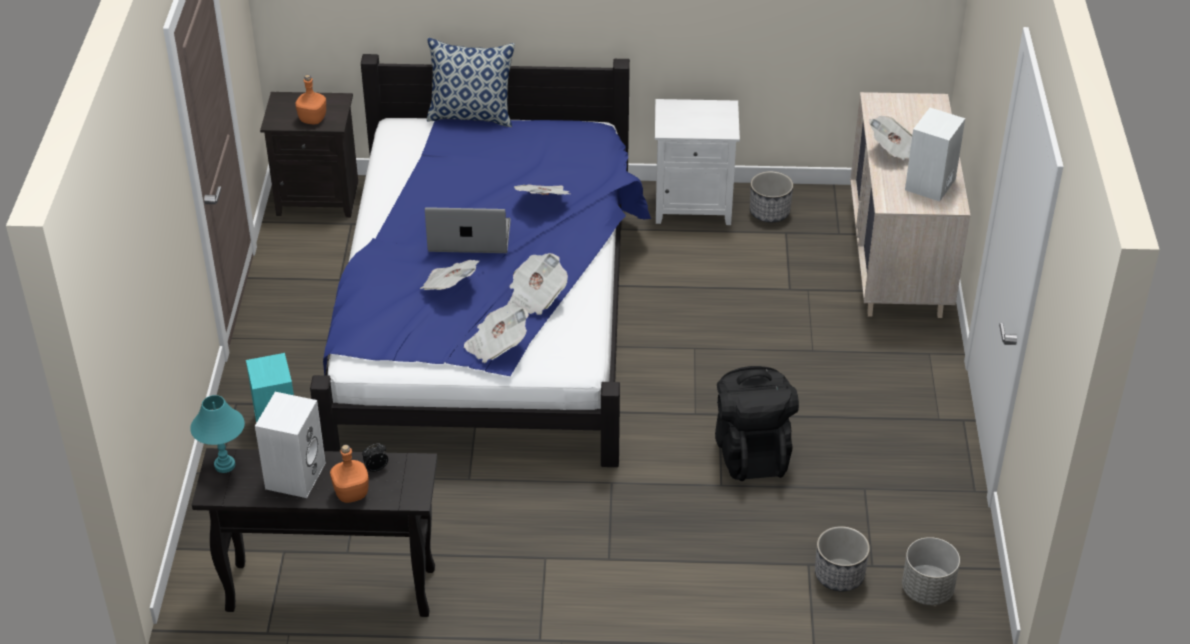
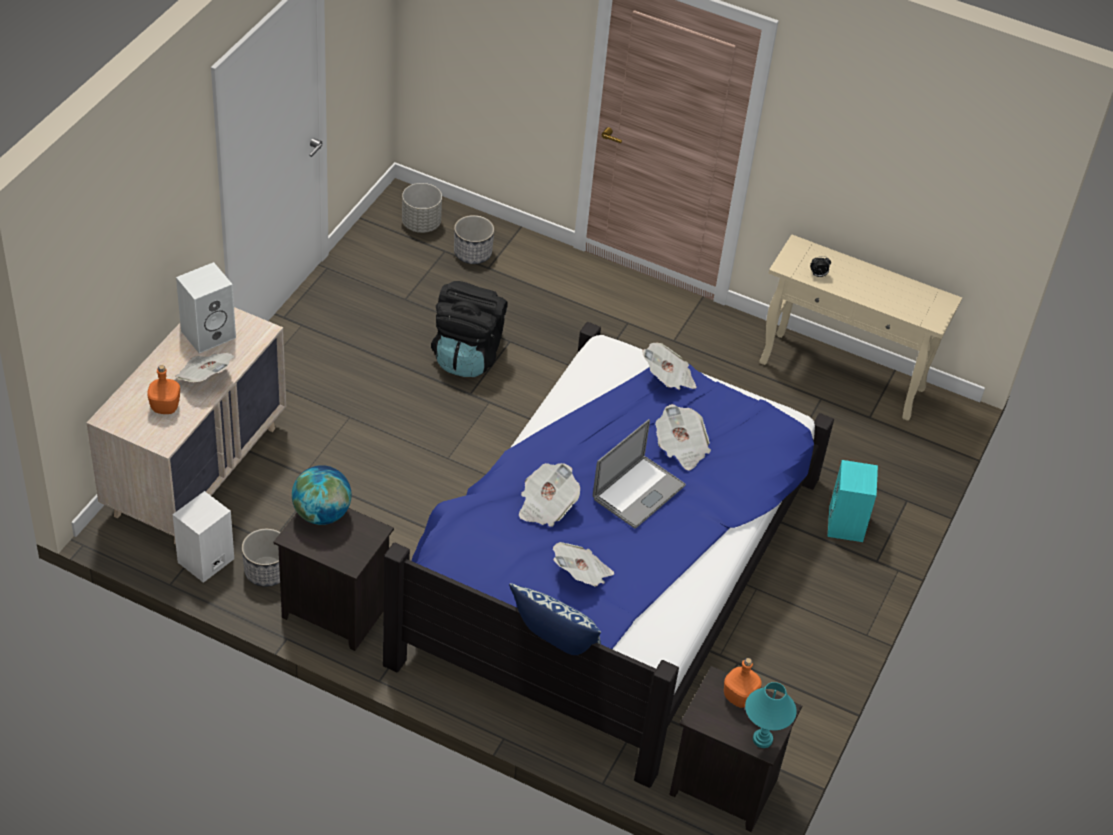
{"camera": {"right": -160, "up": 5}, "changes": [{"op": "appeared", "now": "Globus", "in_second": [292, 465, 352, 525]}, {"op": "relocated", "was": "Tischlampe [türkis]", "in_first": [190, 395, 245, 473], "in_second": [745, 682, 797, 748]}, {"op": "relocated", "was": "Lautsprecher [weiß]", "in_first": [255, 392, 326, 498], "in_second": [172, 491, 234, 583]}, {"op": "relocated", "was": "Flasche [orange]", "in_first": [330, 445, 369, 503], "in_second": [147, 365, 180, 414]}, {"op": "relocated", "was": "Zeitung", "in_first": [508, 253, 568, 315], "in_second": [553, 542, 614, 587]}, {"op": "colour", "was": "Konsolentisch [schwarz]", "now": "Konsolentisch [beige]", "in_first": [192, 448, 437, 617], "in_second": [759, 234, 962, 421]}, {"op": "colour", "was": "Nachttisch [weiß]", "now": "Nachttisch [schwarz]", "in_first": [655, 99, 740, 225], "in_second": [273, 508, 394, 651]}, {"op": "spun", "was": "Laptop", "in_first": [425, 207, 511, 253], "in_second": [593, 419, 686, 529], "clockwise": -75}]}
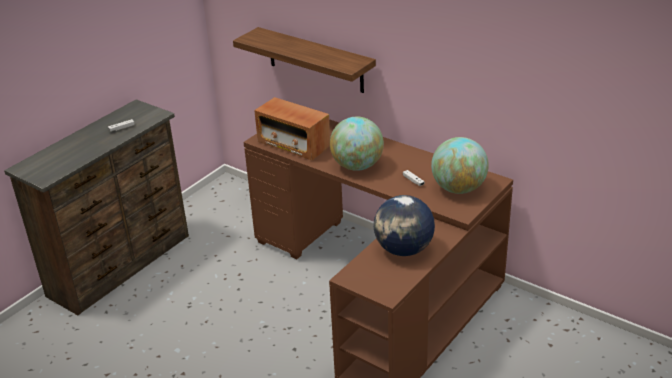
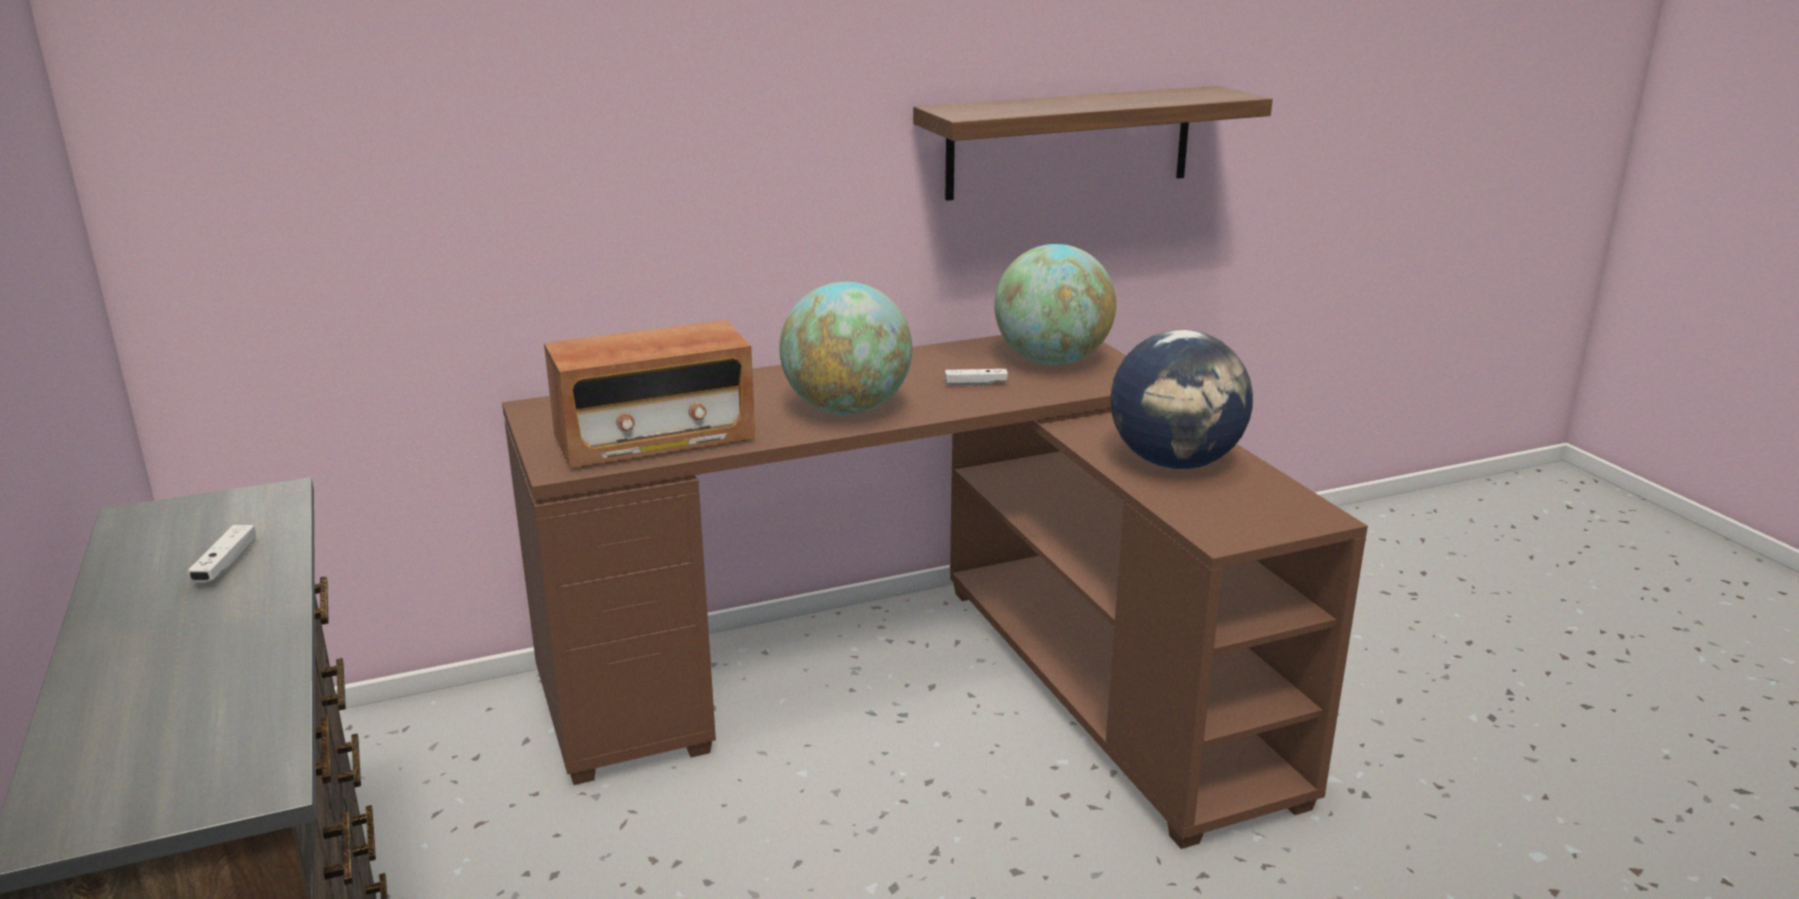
{"camera": {"right": -60, "up": -10}, "changes": [{"op": "relocated", "was": "Wandregal", "in_first": [233, 27, 376, 93], "in_second": [913, 86, 1273, 201]}]}
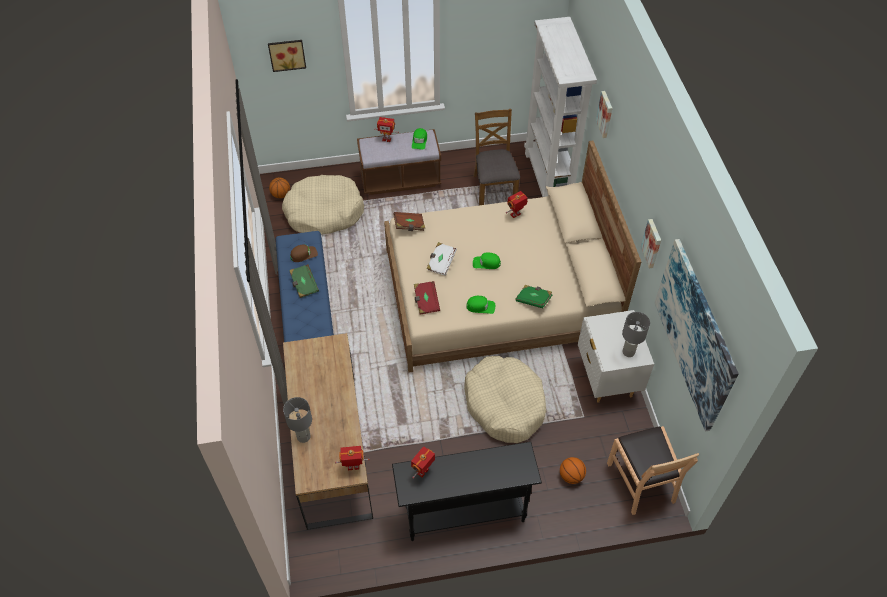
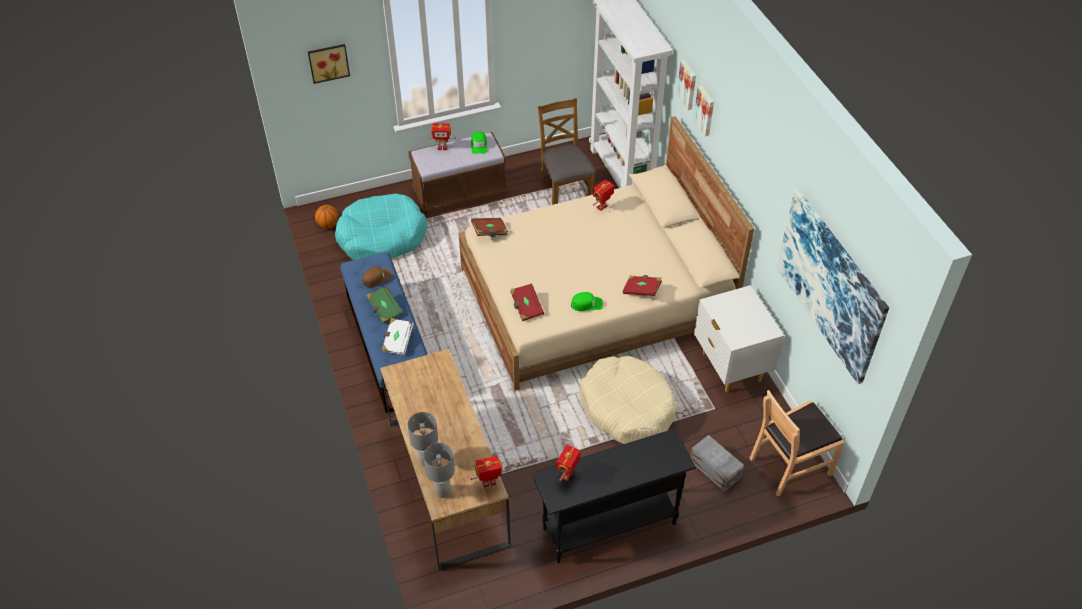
{"camera": {"right": -10, "up": -5}, "changes": [{"op": "missing", "was": "Kappe [grün]", "in_first": [473, 253, 501, 269]}, {"op": "relocated", "was": "Buch [weiß]", "in_first": [426, 242, 457, 276], "in_second": [382, 318, 414, 355]}, {"op": "relocated", "was": "Tischlampe [grau]", "in_first": [622, 312, 650, 357], "in_second": [424, 443, 455, 498]}, {"op": "relocated", "was": "Bild", "in_first": [640, 219, 661, 268], "in_second": [693, 85, 714, 137]}, {"op": "exchanged", "was": "Basketball", "now": "Aufbewahrungsbox [grau]", "in_first": [560, 457, 586, 484], "in_second": [691, 435, 744, 492]}, {"op": "colour", "was": "Hundebett [beige]", "now": "Hundebett [türkis]", "in_first": [282, 175, 364, 235], "in_second": [335, 194, 427, 260]}, {"op": "colour", "was": "Buch [grün]", "now": "Buch [rot]", "in_first": [515, 285, 553, 308], "in_second": [623, 275, 662, 296]}, {"op": "spun", "was": "Stuhl [braun]", "in_first": [607, 426, 699, 515], "in_second": [749, 390, 845, 497], "clockwise": 90}]}
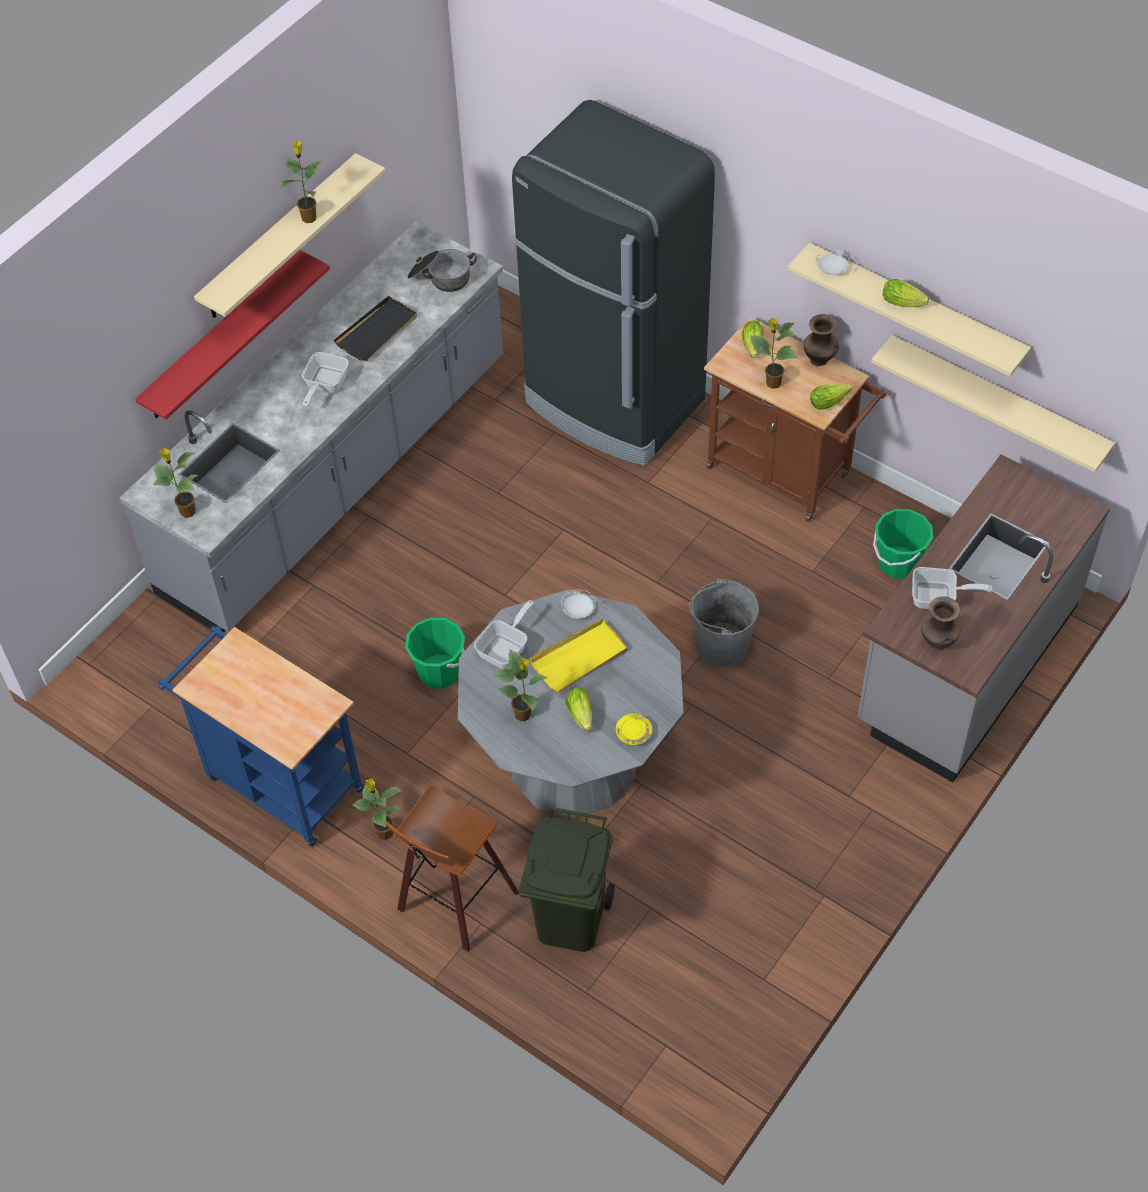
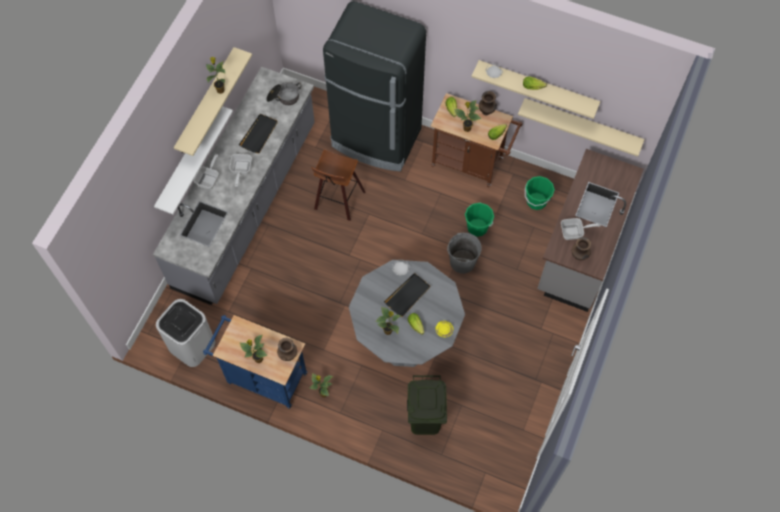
{"camera": {"right": -15, "up": 10}, "changes": [{"op": "appeared", "now": "Mülleimer [weiß]", "in_second": [156, 299, 216, 367]}, {"op": "appeared", "now": "Vase [braun]", "in_second": [277, 338, 297, 361]}, {"op": "relocated", "was": "Topfpflanze", "in_first": [153, 448, 199, 518], "in_second": [240, 335, 268, 363]}, {"op": "relocated", "was": "Hocker", "in_first": [384, 785, 519, 952], "in_second": [312, 150, 365, 221]}, {"op": "relocated", "was": "Eimer [grün]", "in_first": [405, 618, 465, 689], "in_second": [465, 203, 494, 237]}, {"op": "relocated", "was": "Pfanne", "in_first": [474, 600, 534, 668], "in_second": [194, 154, 218, 190]}, {"op": "colour", "was": "Wandregal [rot]", "now": "Wandregal [weiß]", "in_first": [135, 250, 330, 420], "in_second": [154, 106, 233, 215]}, {"op": "colour", "was": "Tablett [gelb]", "now": "Tablett [schwarz]", "in_first": [529, 619, 628, 693], "in_second": [384, 273, 430, 317]}]}
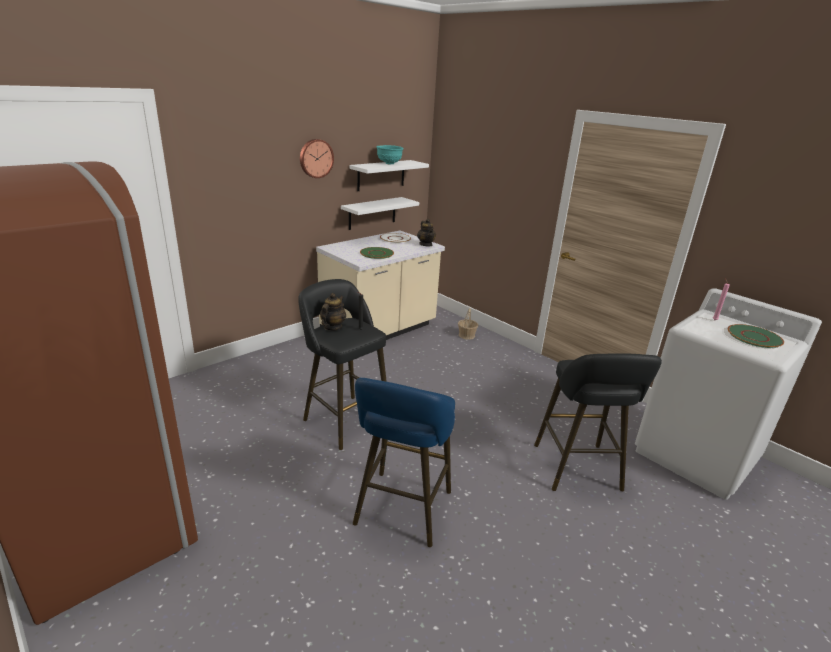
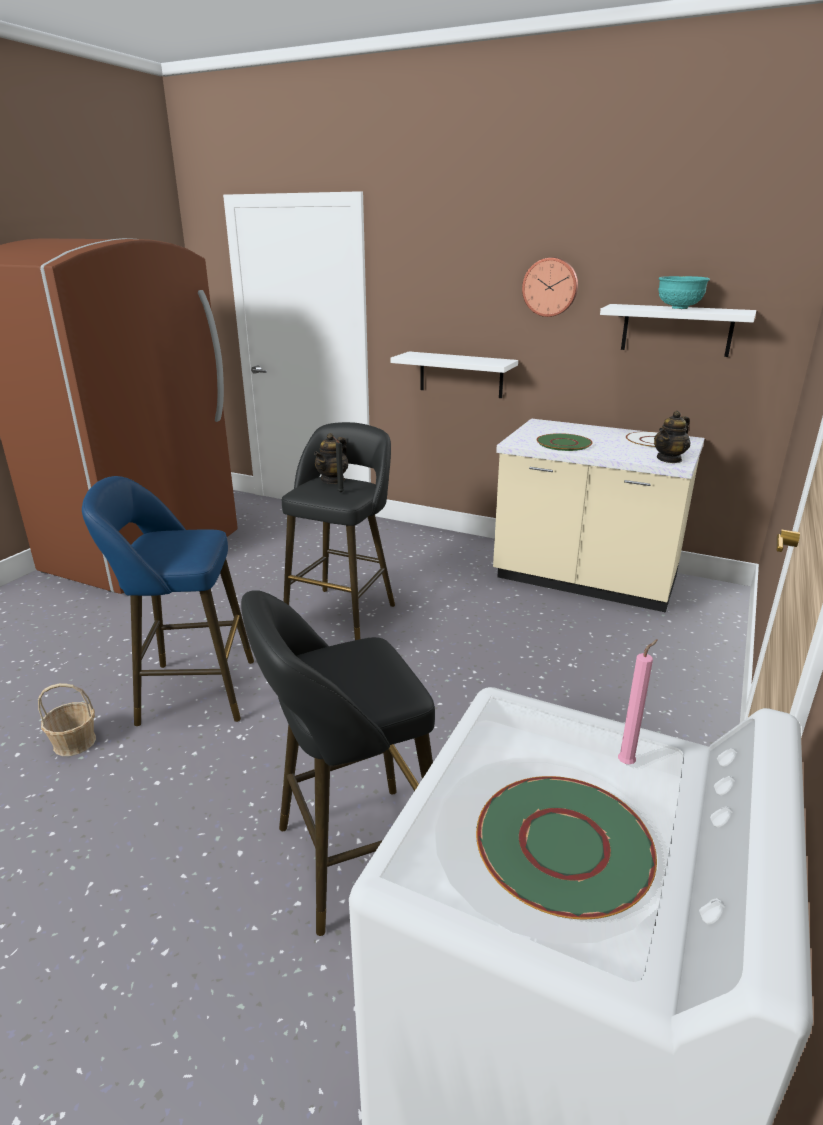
{"camera": {"right": 70, "up": 0}, "changes": [{"op": "relocated", "was": "Wandregal [weiß]", "in_first": [341, 197, 419, 230], "in_second": [390, 351, 518, 398]}, {"op": "relocated", "was": "Korb", "in_first": [458, 308, 478, 340], "in_second": [38, 683, 96, 756]}, {"op": "spun", "was": "Teekanne", "in_first": [320, 293, 346, 331], "in_second": [314, 433, 348, 484], "clockwise": 120}]}
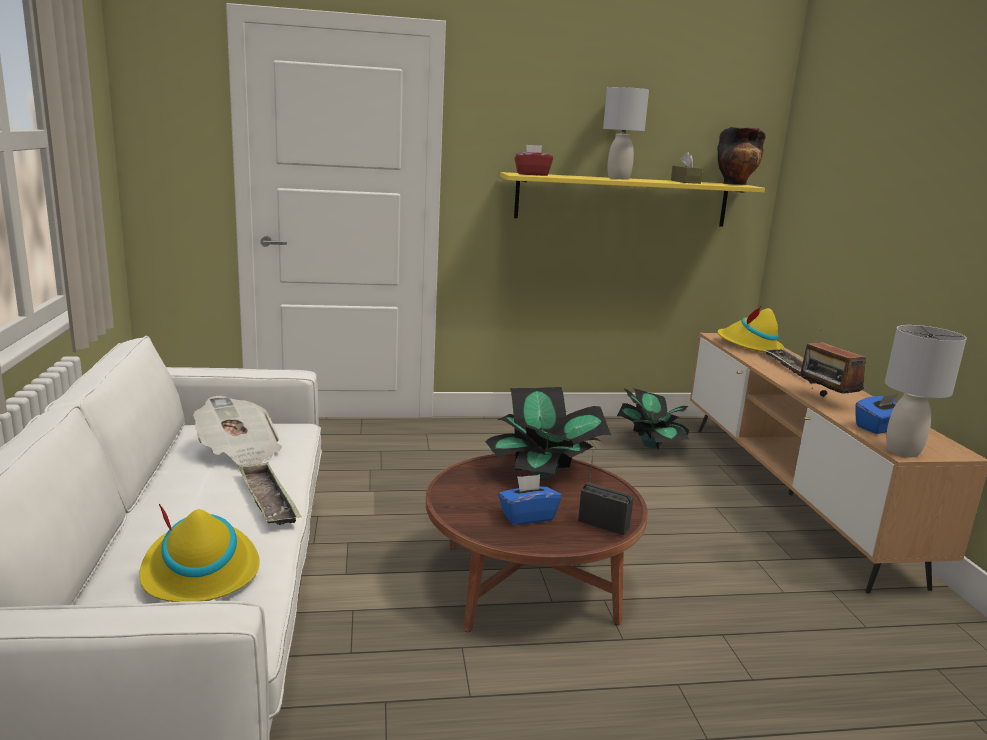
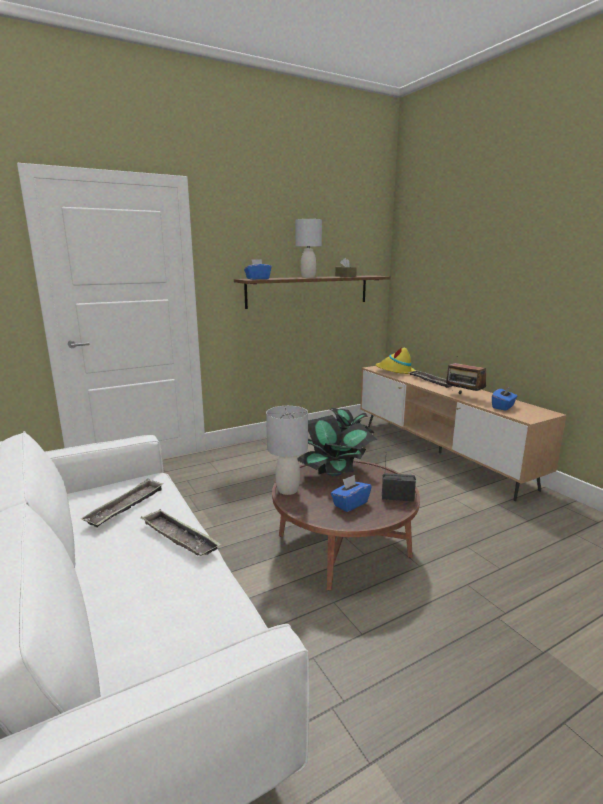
{"camera": {"right": -20, "up": 0}, "changes": [{"op": "missing", "was": "Hut [gelb]", "in_first": [139, 504, 260, 602]}, {"op": "missing", "was": "Vase", "in_first": [717, 127, 766, 185]}, {"op": "relocated", "was": "Tischlampe [grau]", "in_first": [885, 325, 967, 457], "in_second": [266, 406, 308, 495]}, {"op": "exchanged", "was": "Zeitung", "now": "Tablett", "in_first": [193, 396, 282, 466], "in_second": [81, 479, 163, 527]}, {"op": "colour", "was": "Wandregal [gelb]", "now": "Wandregal [braun]", "in_first": [500, 172, 765, 227], "in_second": [234, 275, 391, 309]}, {"op": "colour", "was": "Taschentuchbox [rot]", "now": "Taschentuchbox [blau]", "in_first": [515, 145, 553, 176], "in_second": [244, 259, 271, 279]}]}
